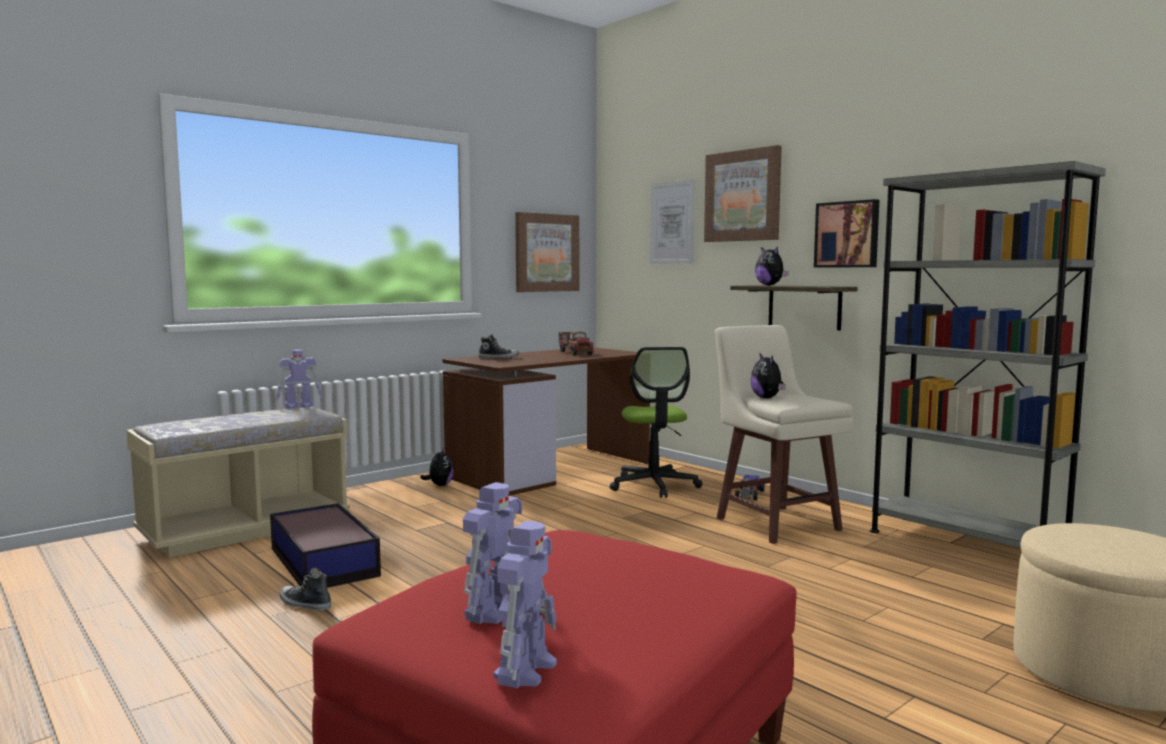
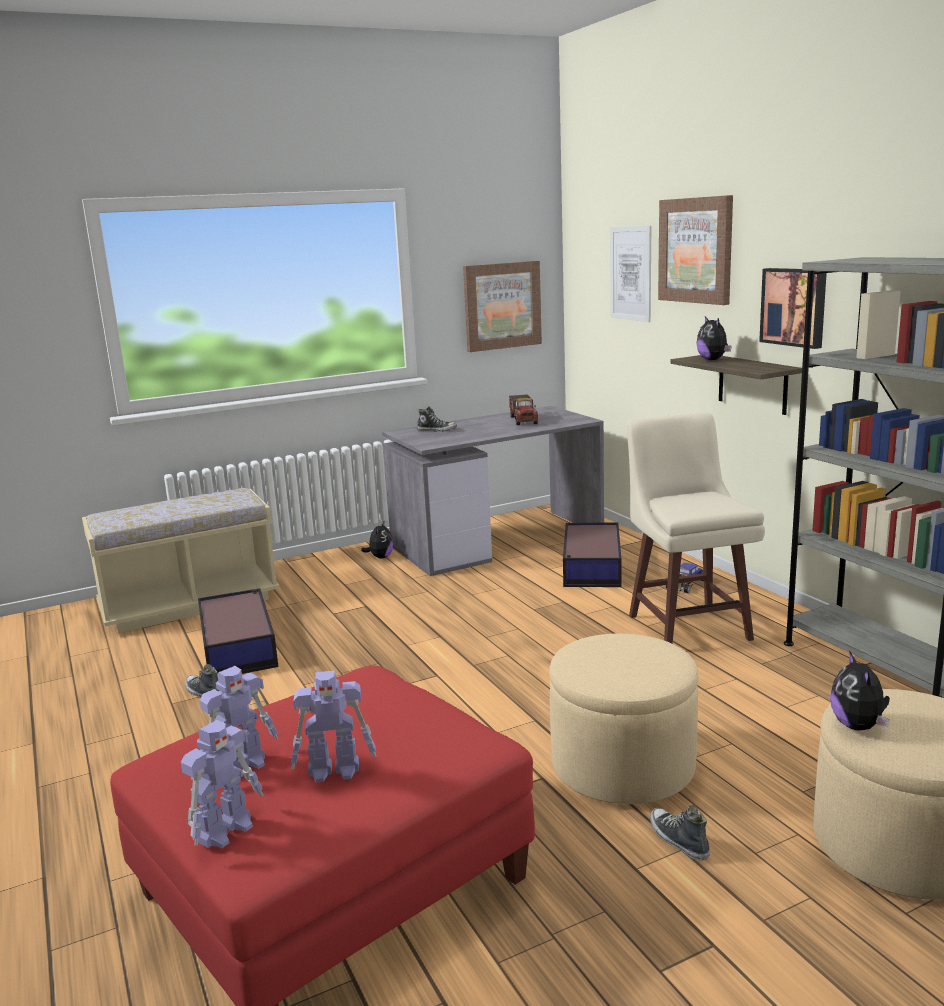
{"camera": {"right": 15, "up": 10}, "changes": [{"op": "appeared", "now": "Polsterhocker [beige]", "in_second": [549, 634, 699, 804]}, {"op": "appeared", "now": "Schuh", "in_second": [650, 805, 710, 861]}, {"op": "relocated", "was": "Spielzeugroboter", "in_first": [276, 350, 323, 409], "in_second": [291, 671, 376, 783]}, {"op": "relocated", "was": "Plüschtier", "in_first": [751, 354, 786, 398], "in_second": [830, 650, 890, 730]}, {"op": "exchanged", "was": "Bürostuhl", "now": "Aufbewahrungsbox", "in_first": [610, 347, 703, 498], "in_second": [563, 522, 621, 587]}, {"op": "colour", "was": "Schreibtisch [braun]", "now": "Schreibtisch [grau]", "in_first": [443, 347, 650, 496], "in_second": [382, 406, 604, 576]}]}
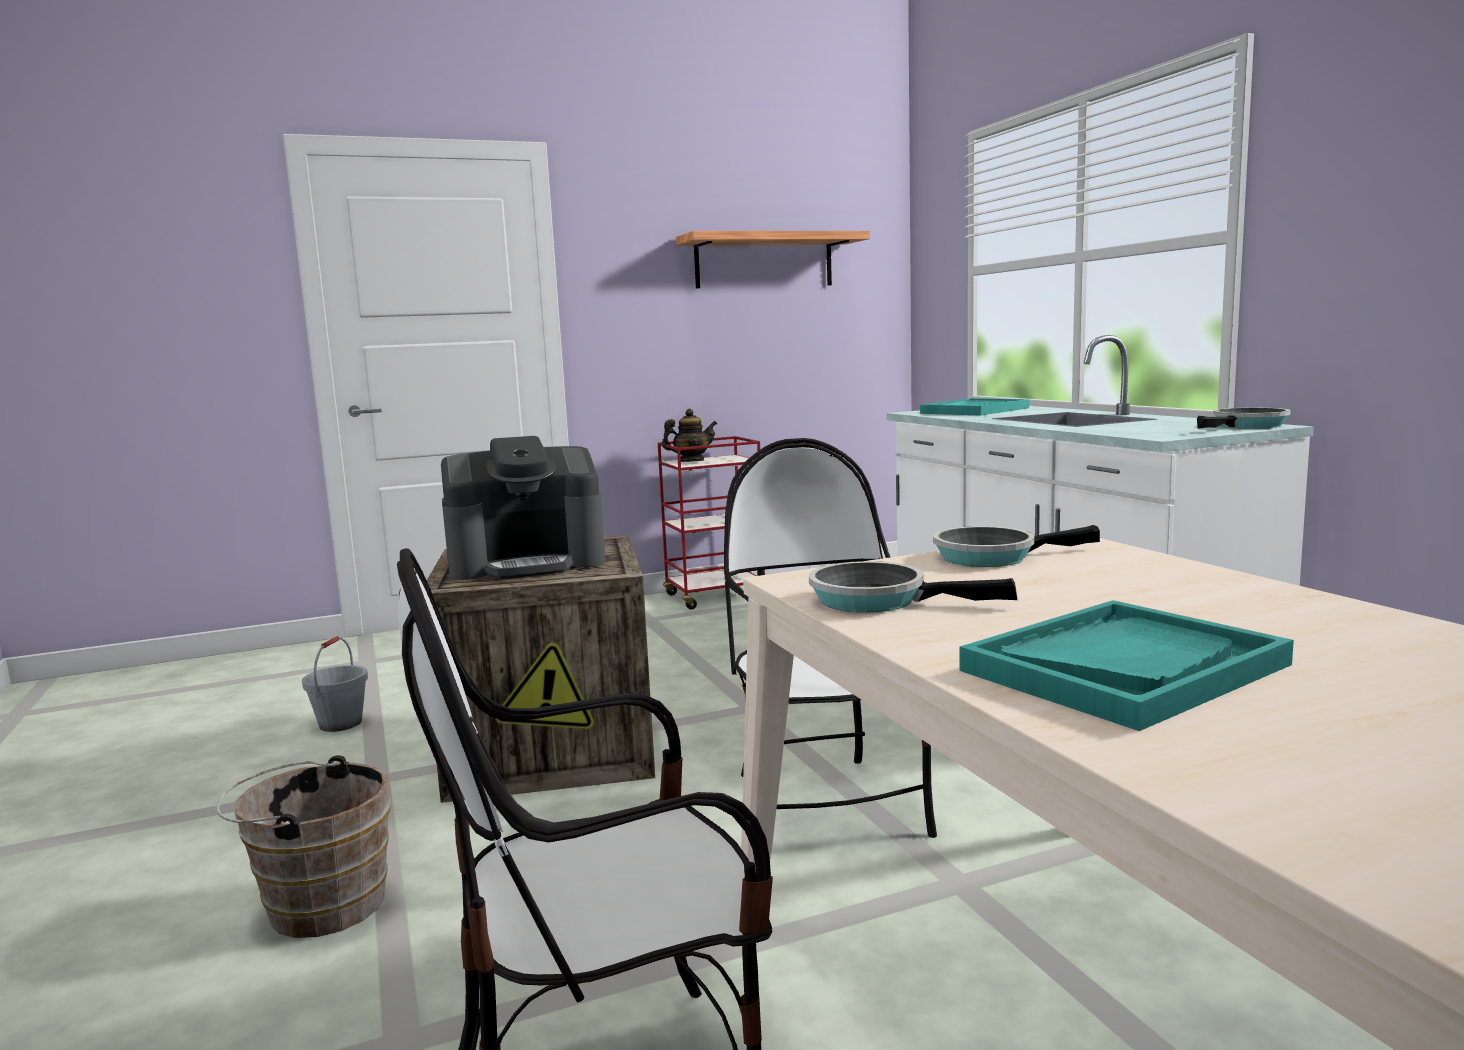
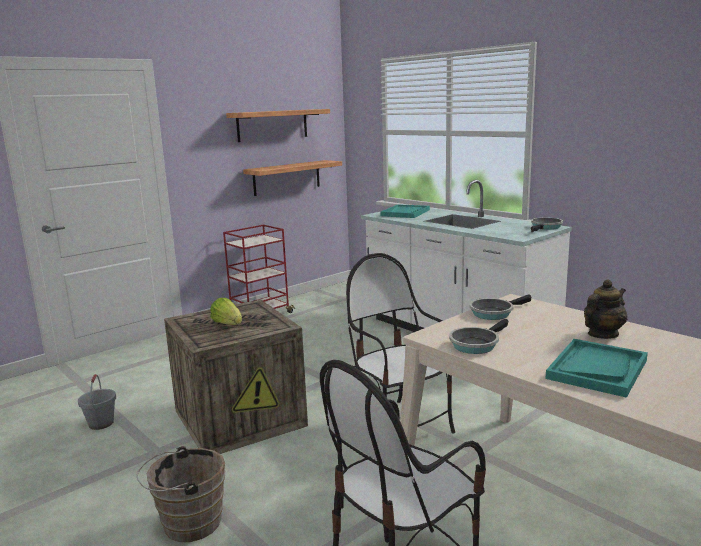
{"camera": {"right": -20, "up": 5}, "changes": [{"op": "appeared", "now": "Wandregal", "in_second": [243, 160, 342, 196]}, {"op": "relocated", "was": "Teekanne", "in_first": [662, 409, 717, 462], "in_second": [584, 279, 627, 339]}, {"op": "exchanged", "was": "Kaffeemaschine", "now": "Salatkopf", "in_first": [441, 436, 606, 580], "in_second": [210, 298, 242, 325]}, {"op": "spun", "was": "Pfanne", "in_first": [809, 561, 1018, 612], "in_second": [449, 319, 508, 354], "clockwise": -45}]}
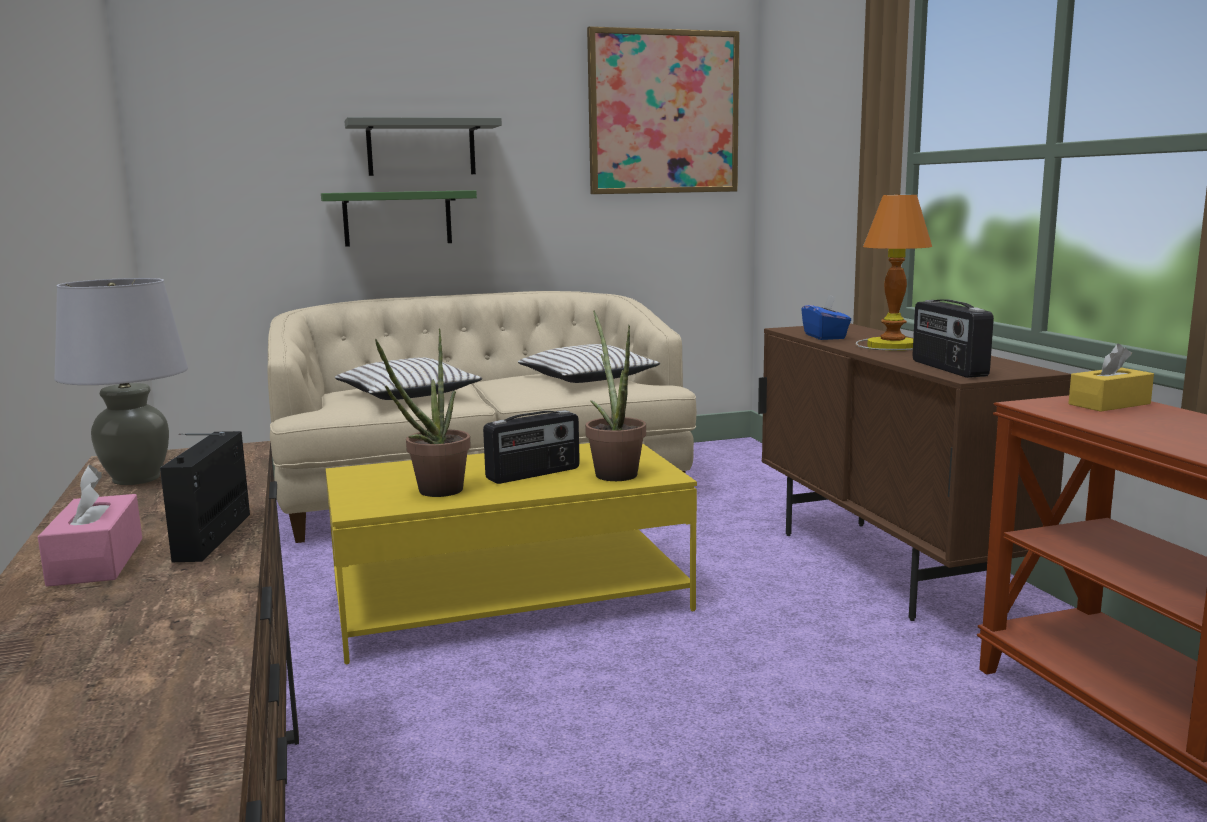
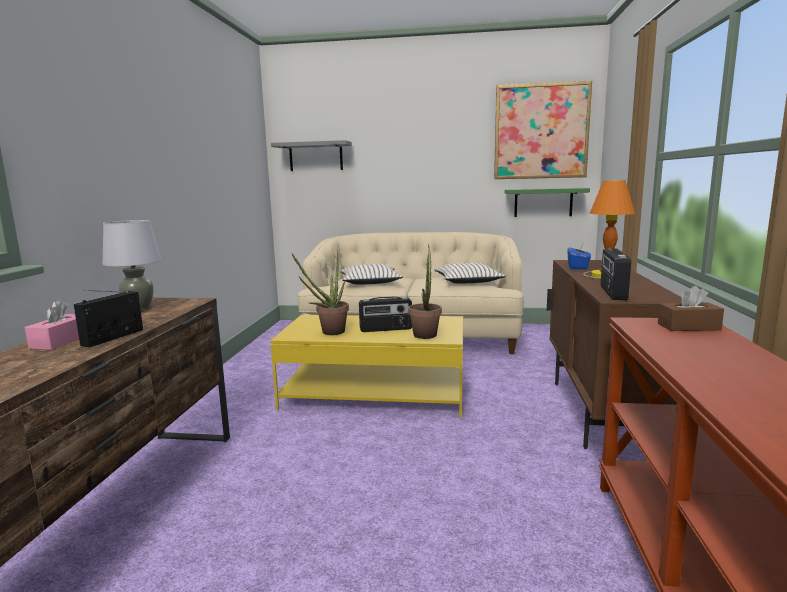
{"camera": {"right": 25, "up": 0}, "changes": [{"op": "relocated", "was": "Wandregal [grün]", "in_first": [321, 190, 477, 247], "in_second": [505, 188, 590, 217]}, {"op": "relocated", "was": "Wandregal [grau]", "in_first": [345, 117, 502, 176], "in_second": [271, 140, 352, 171]}, {"op": "colour", "was": "Taschentuchbox [gelb]", "now": "Taschentuchbox [braun]", "in_first": [1068, 344, 1154, 412], "in_second": [658, 286, 724, 331]}]}
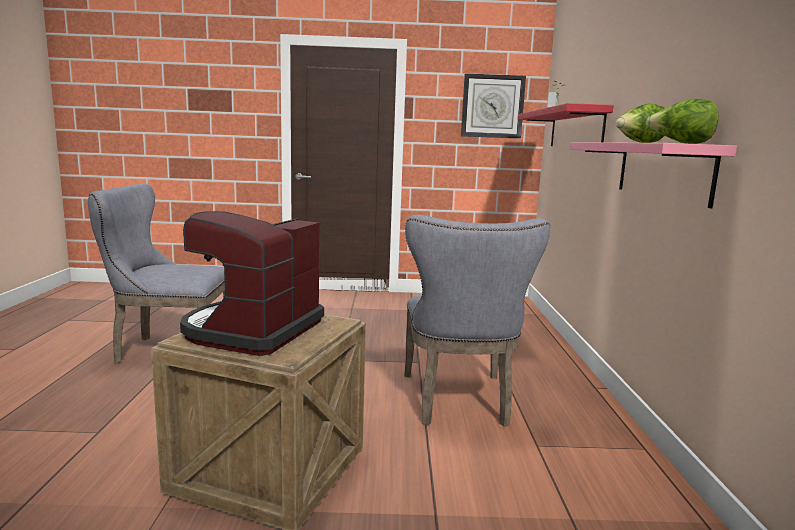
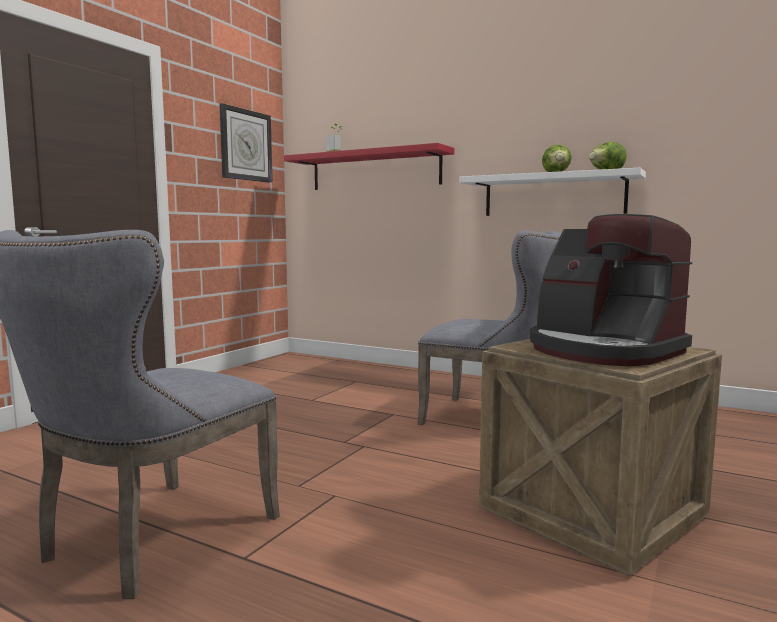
{"camera": {"right": -60, "up": -5}, "changes": [{"op": "colour", "was": "Wandregal [rosa]", "now": "Wandregal [weiß]", "in_first": [570, 142, 737, 209], "in_second": [459, 168, 646, 216]}]}
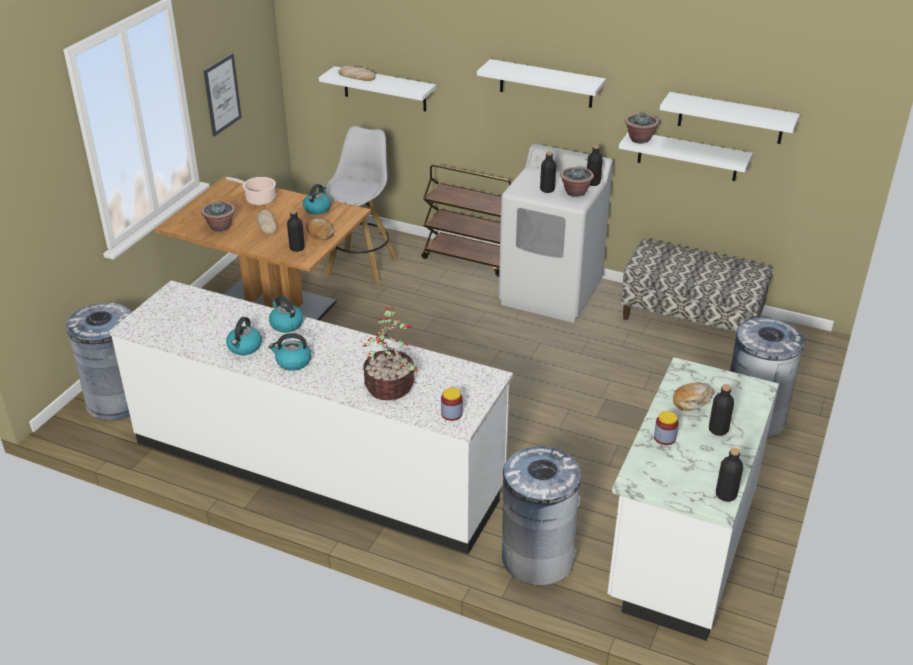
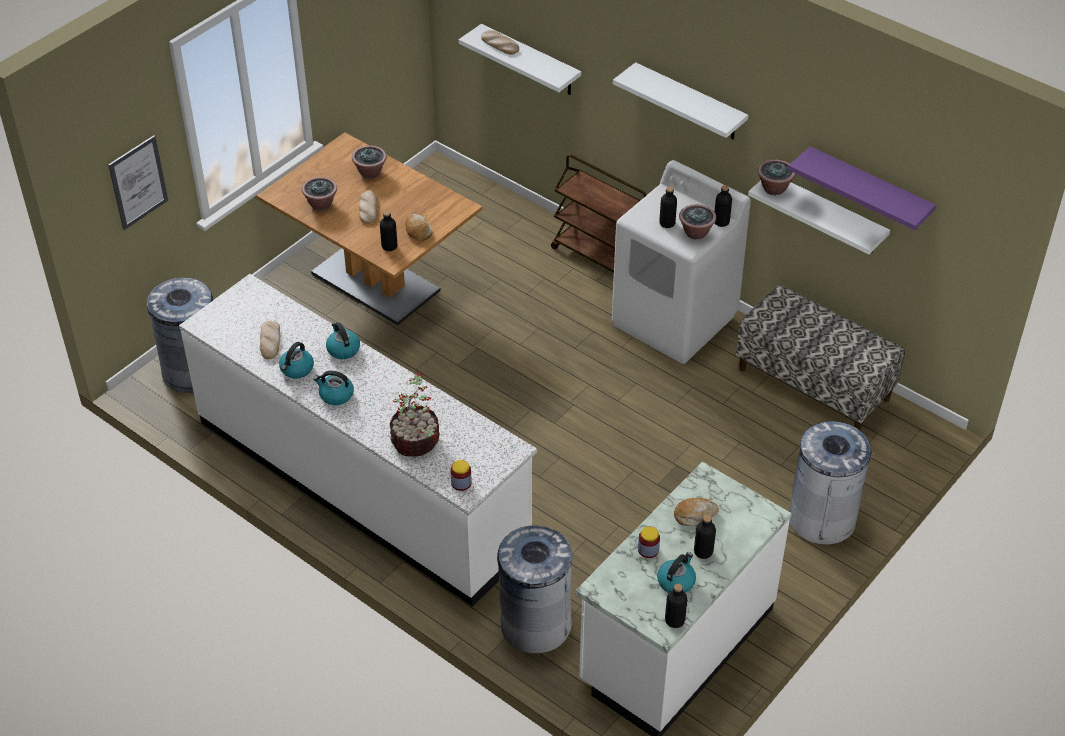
{"camera": {"right": 15, "up": 10}, "changes": [{"op": "missing", "was": "Hocker [weiß]", "in_first": [324, 126, 398, 285]}, {"op": "appeared", "now": "Brot", "in_second": [260, 321, 280, 359]}, {"op": "relocated", "was": "Bild", "in_first": [203, 53, 242, 137], "in_second": [108, 135, 168, 230]}, {"op": "relocated", "was": "Wasserkessel", "in_first": [303, 184, 331, 215], "in_second": [657, 552, 696, 593]}, {"op": "exchanged", "was": "Kochtopf", "now": "Topfpflanze", "in_first": [226, 177, 276, 206], "in_second": [352, 145, 387, 178]}, {"op": "colour", "was": "Wandregal [weiß]", "now": "Wandregal [lila]", "in_first": [660, 92, 800, 144], "in_second": [788, 146, 936, 230]}]}
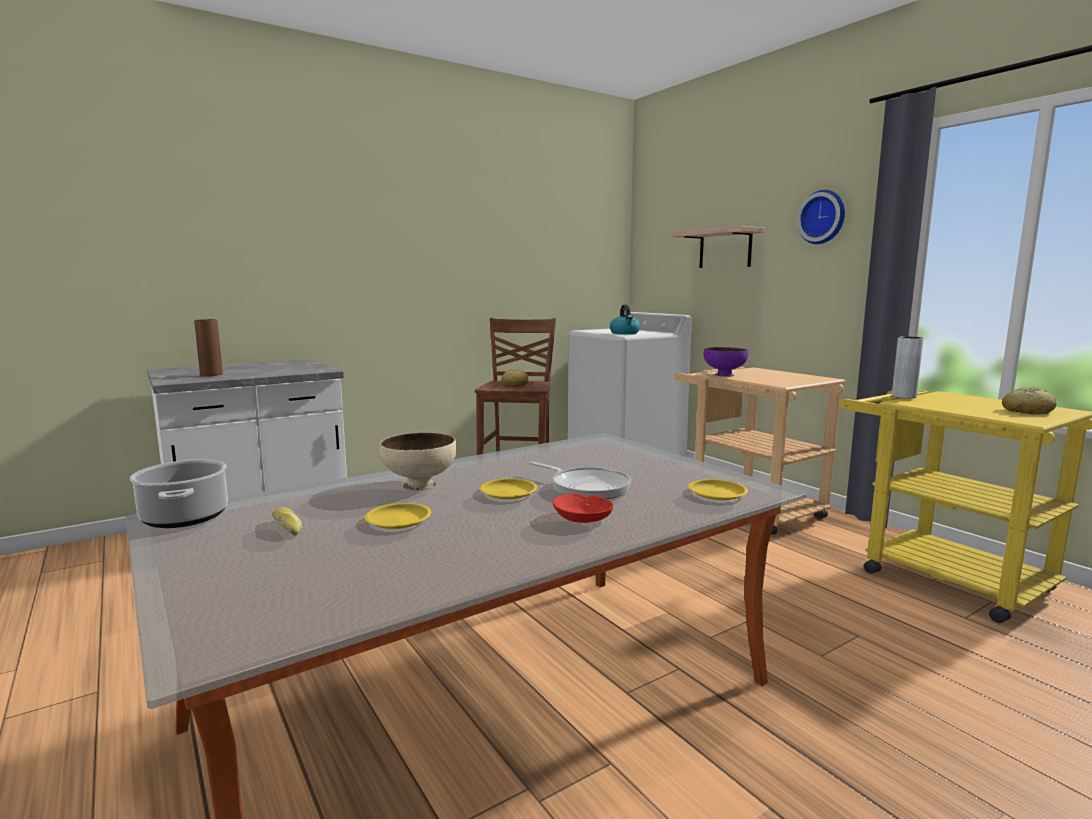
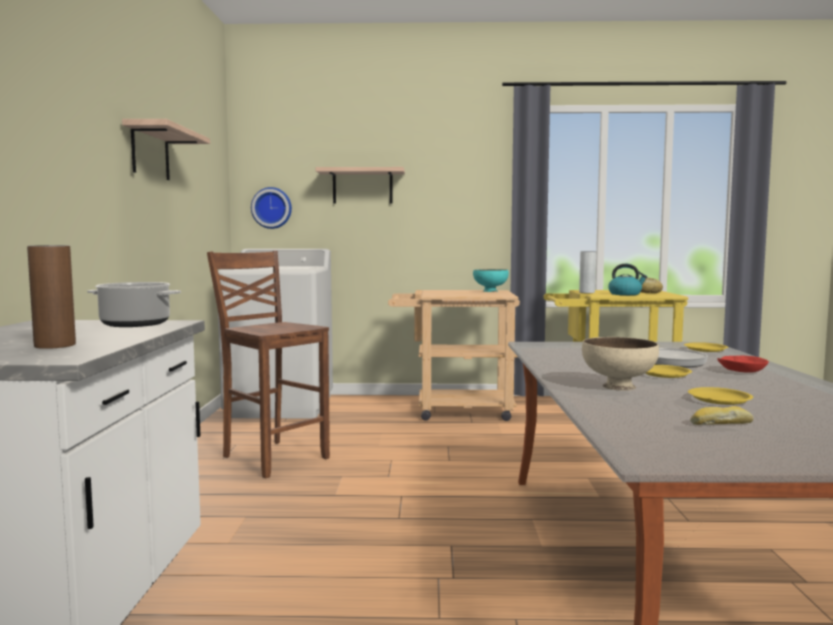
{"camera": {"right": -55, "up": -5}, "changes": [{"op": "missing", "was": "Brot", "in_first": [501, 369, 529, 386]}, {"op": "missing", "was": "Schüssel [lila]", "in_first": [704, 347, 748, 376]}, {"op": "appeared", "now": "Wandregal", "in_second": [122, 119, 210, 180]}, {"op": "appeared", "now": "Schüssel [türkis]", "in_second": [473, 269, 509, 292]}, {"op": "relocated", "was": "Kochtopf", "in_first": [130, 459, 228, 528], "in_second": [87, 282, 181, 327]}, {"op": "relocated", "was": "Wasserkessel", "in_first": [610, 305, 640, 335], "in_second": [608, 264, 648, 295]}, {"op": "relocated", "was": "Wanduhr", "in_first": [797, 190, 845, 244], "in_second": [251, 187, 292, 229]}]}
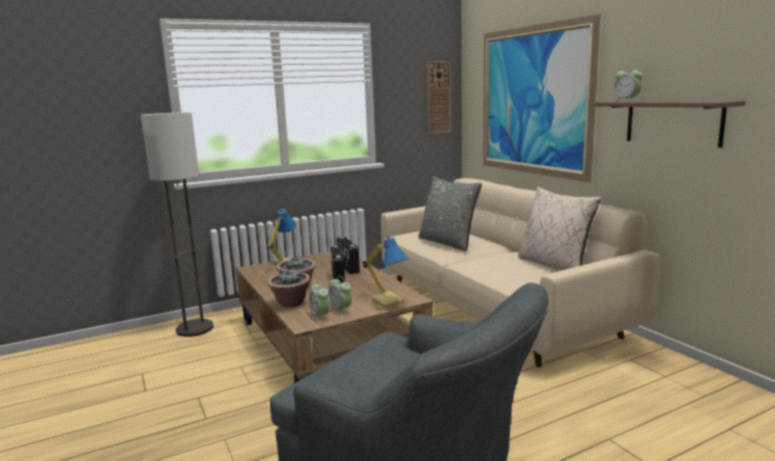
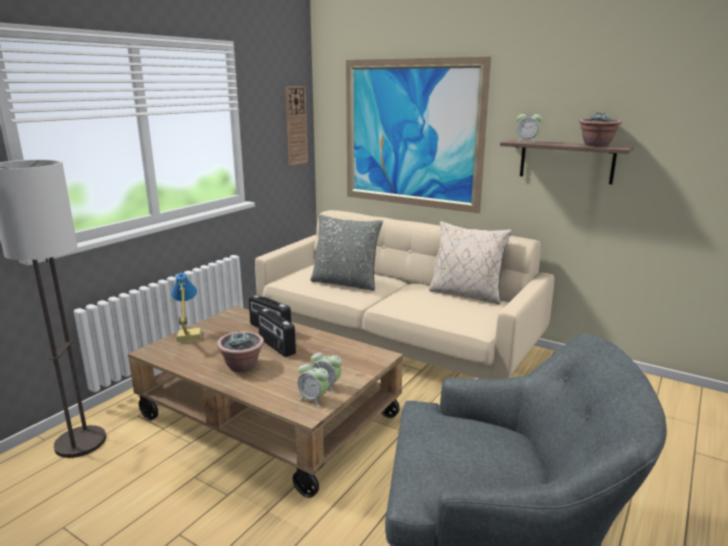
{"camera": {"right": -30, "up": 5}, "changes": [{"op": "missing", "was": "Tischlampe", "in_first": [363, 236, 409, 310]}, {"op": "relocated", "was": "Topfpflanze", "in_first": [268, 271, 310, 308], "in_second": [579, 112, 622, 147]}]}
